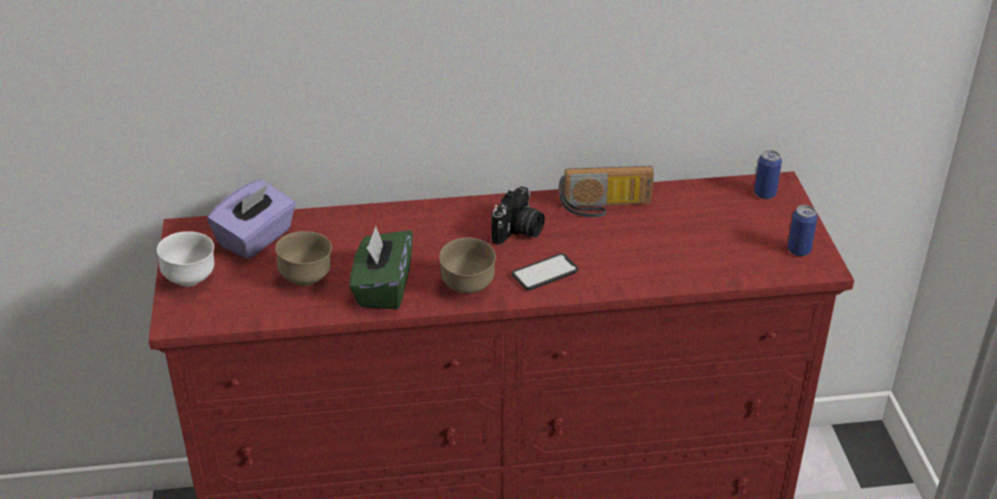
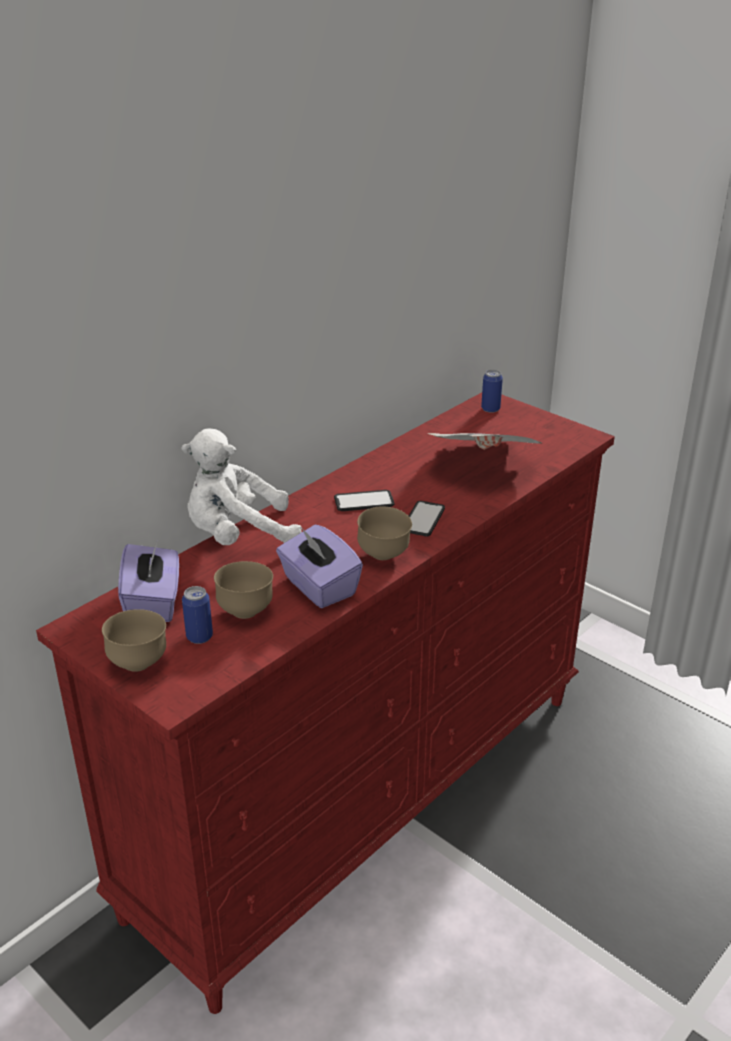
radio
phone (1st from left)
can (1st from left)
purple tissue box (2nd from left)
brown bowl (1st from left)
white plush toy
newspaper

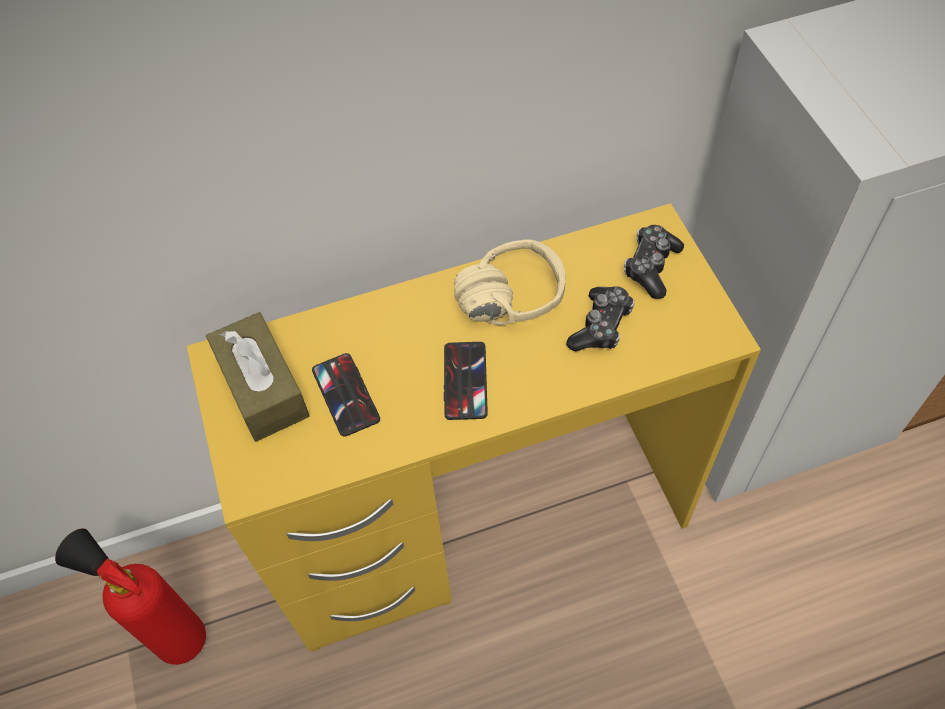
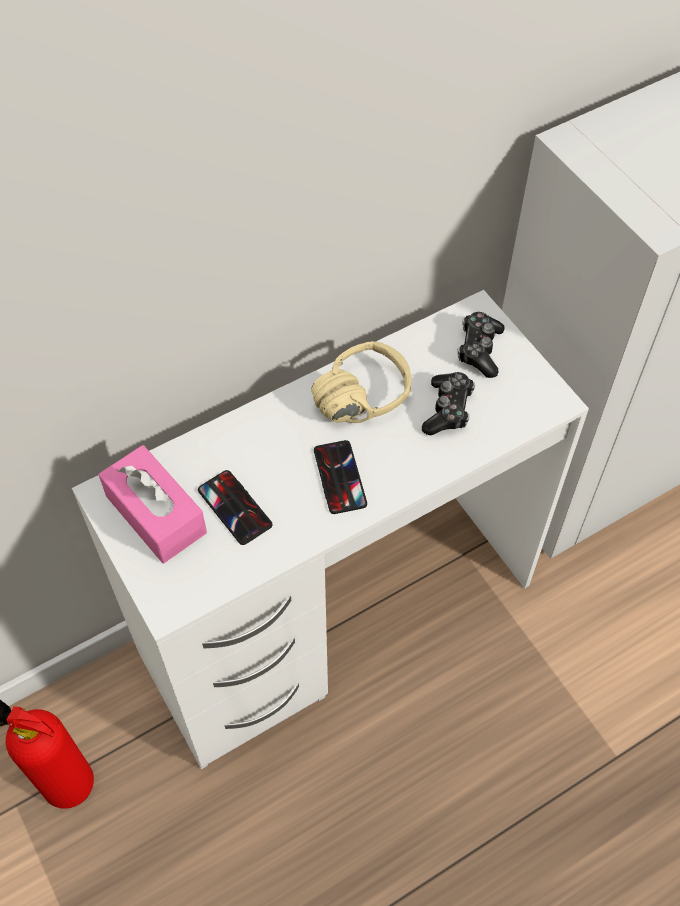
white desk
pink tissue box

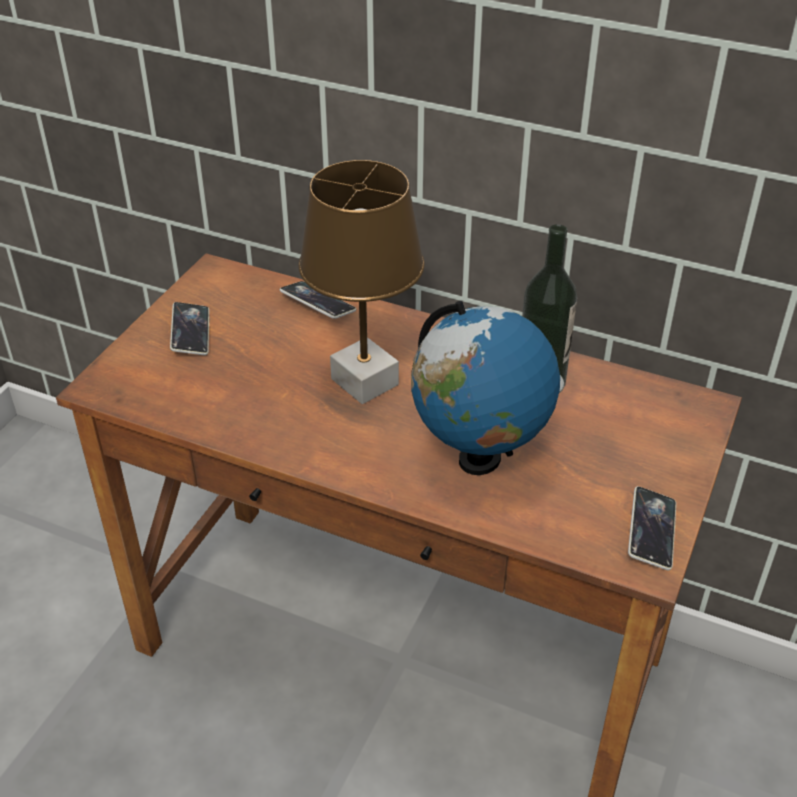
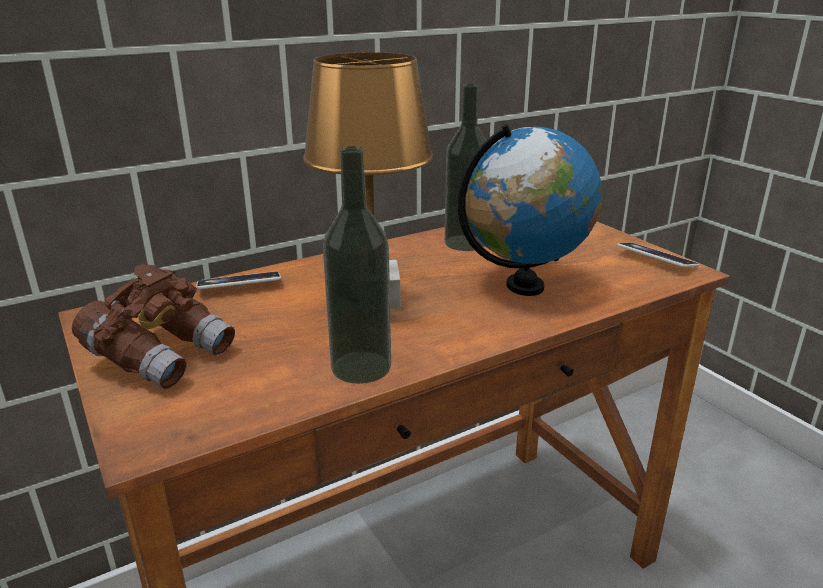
brown binoculars
bottle (1st from left)

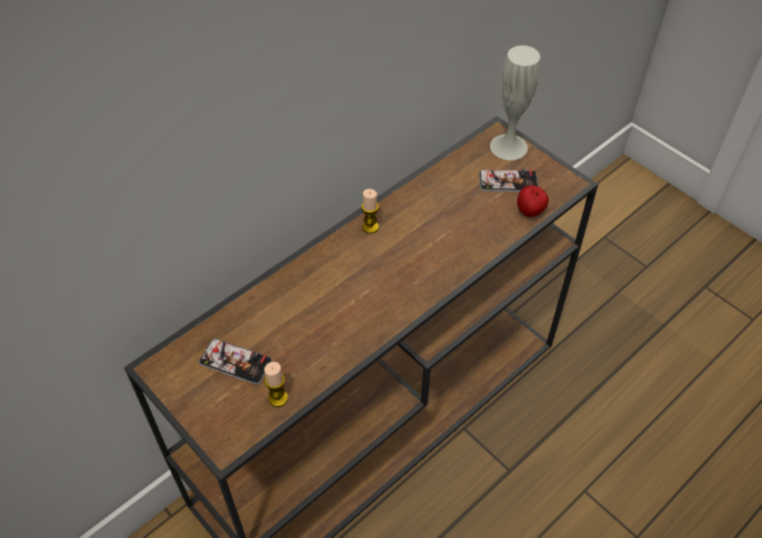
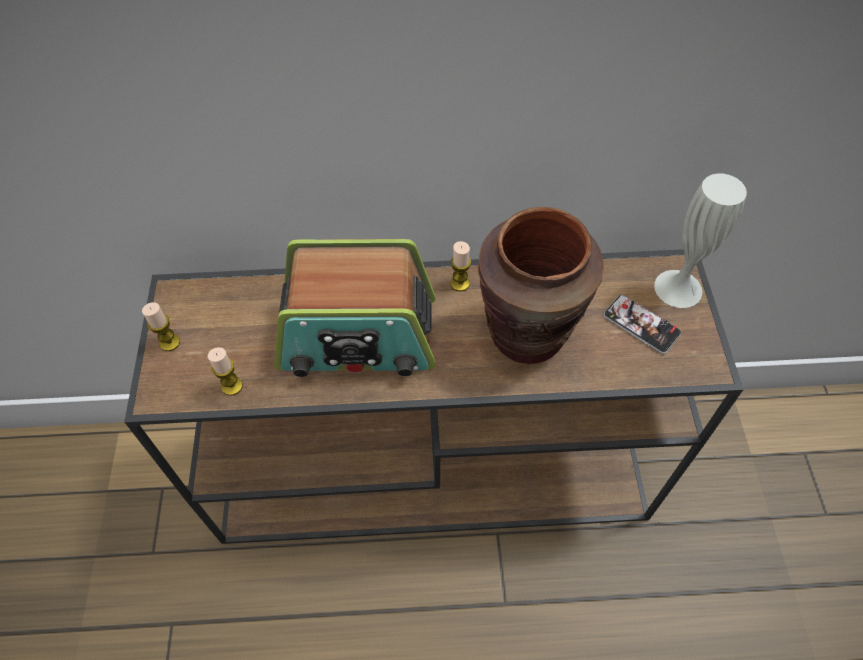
apple
phone (1st from left in the first image)
brown vase
radio
candle (1st from left)

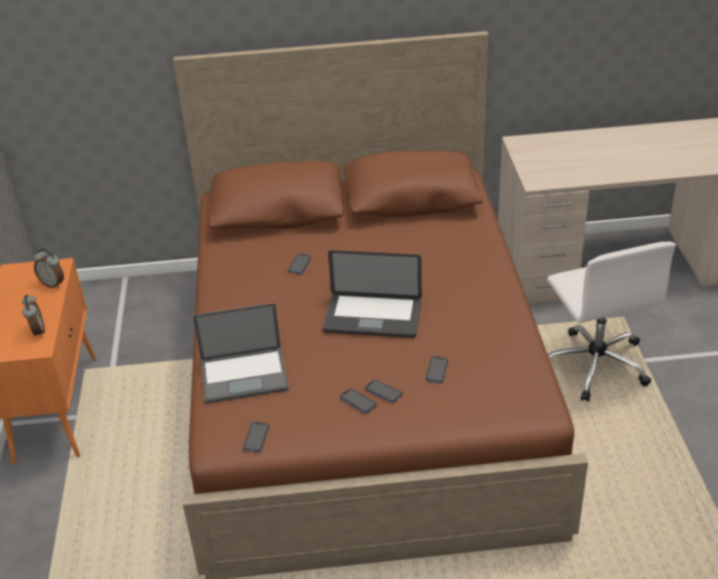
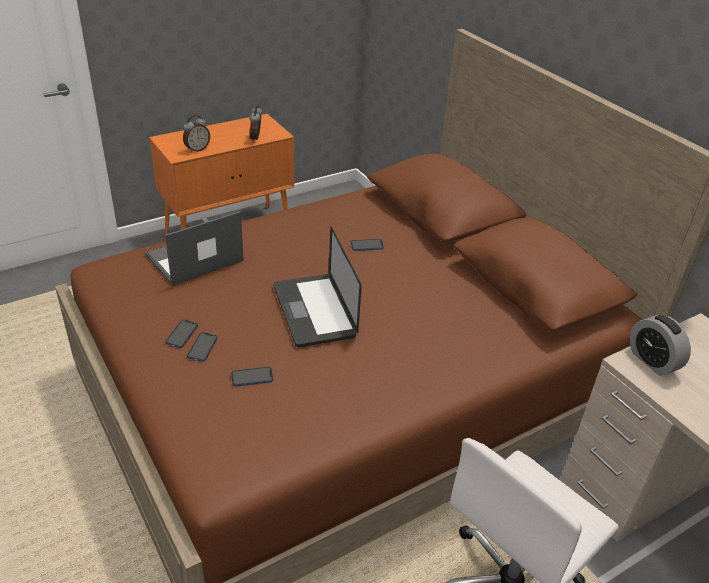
laptop (1st from left)
phone (1st from left in the first image)
alarm clock (3rd from left)

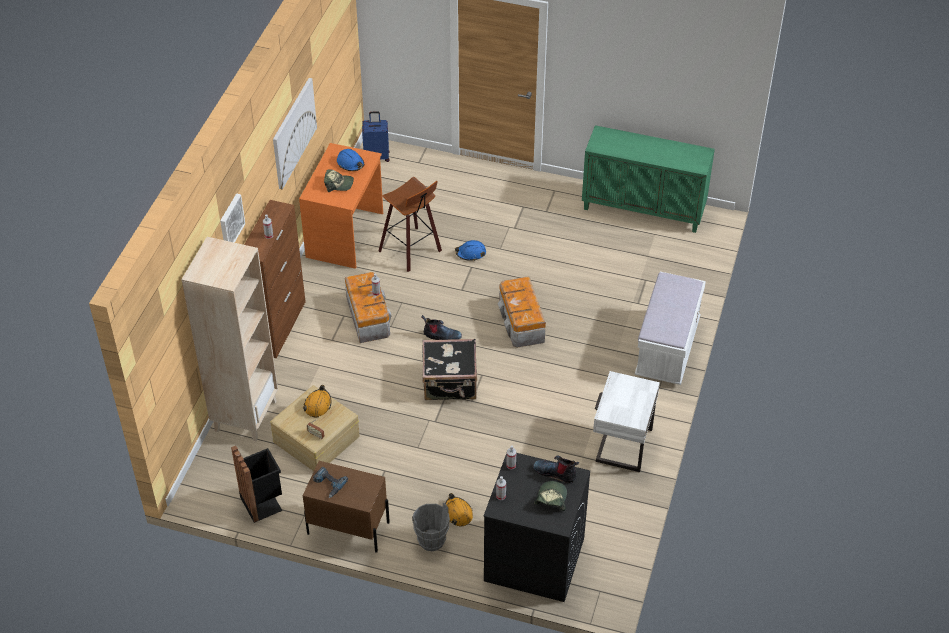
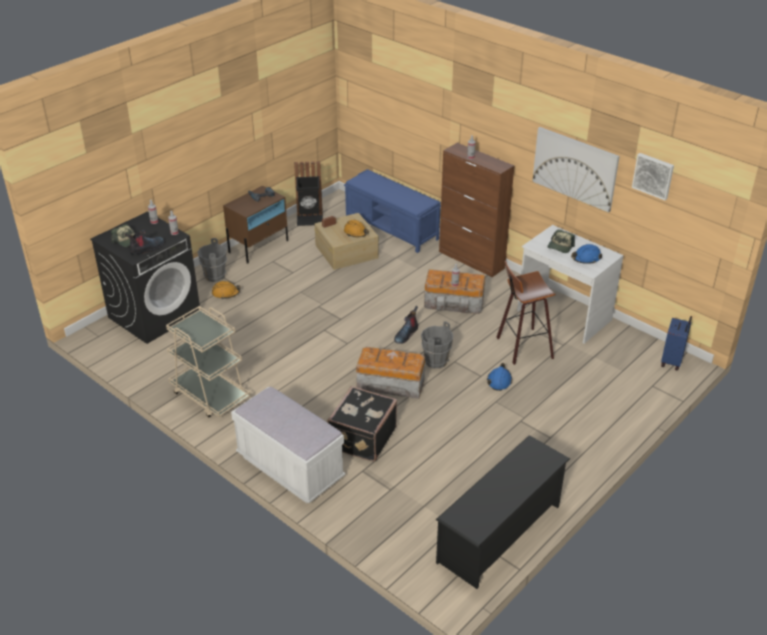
black shoe rack
white desk
picture (2nd from left)
blue bench
black suitcase
beige cart
grey bucket (2nd from left)

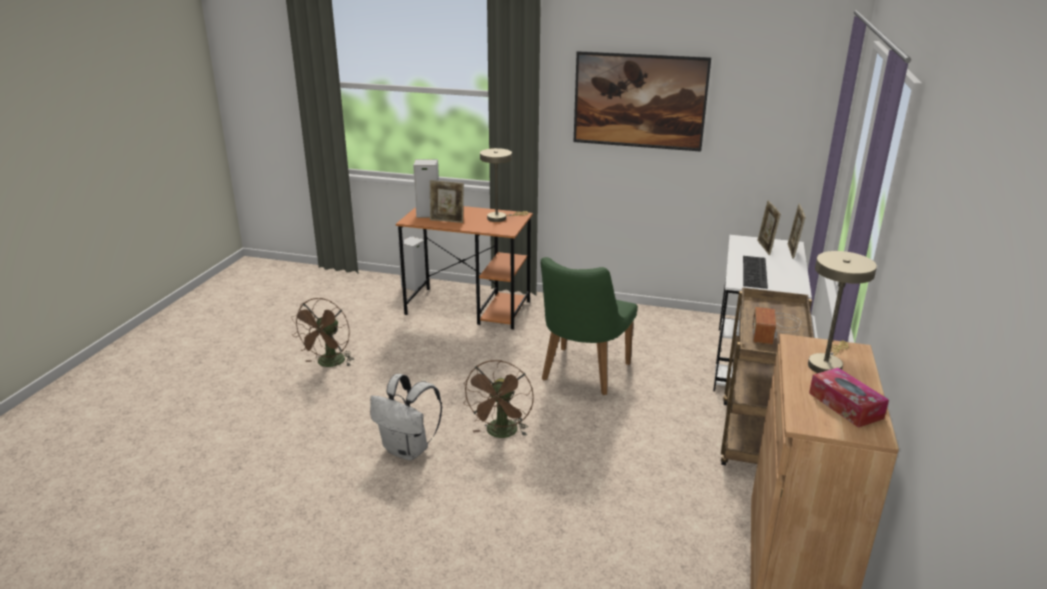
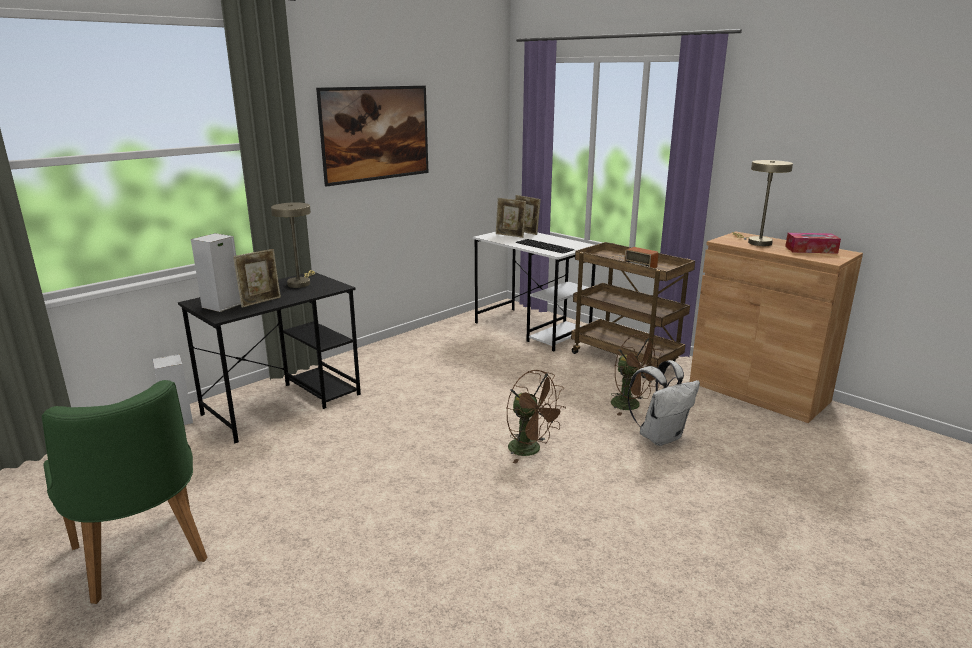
black desk
green chair
brown fan (2nd from left)
white backpack

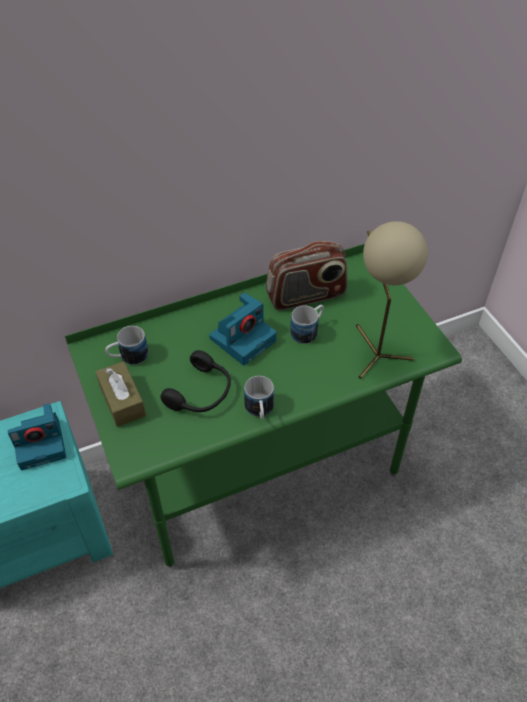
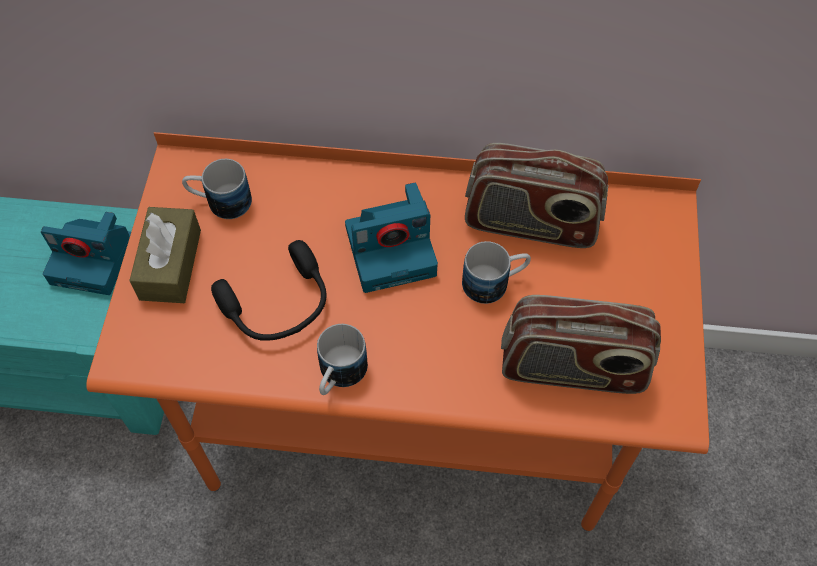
radio (2nd from left)
orange desk

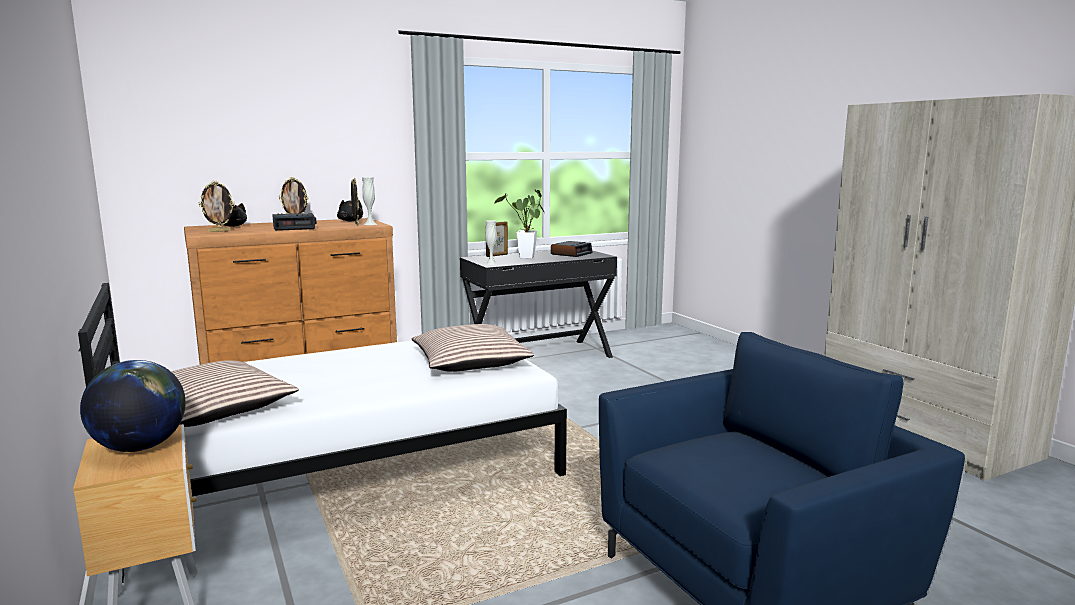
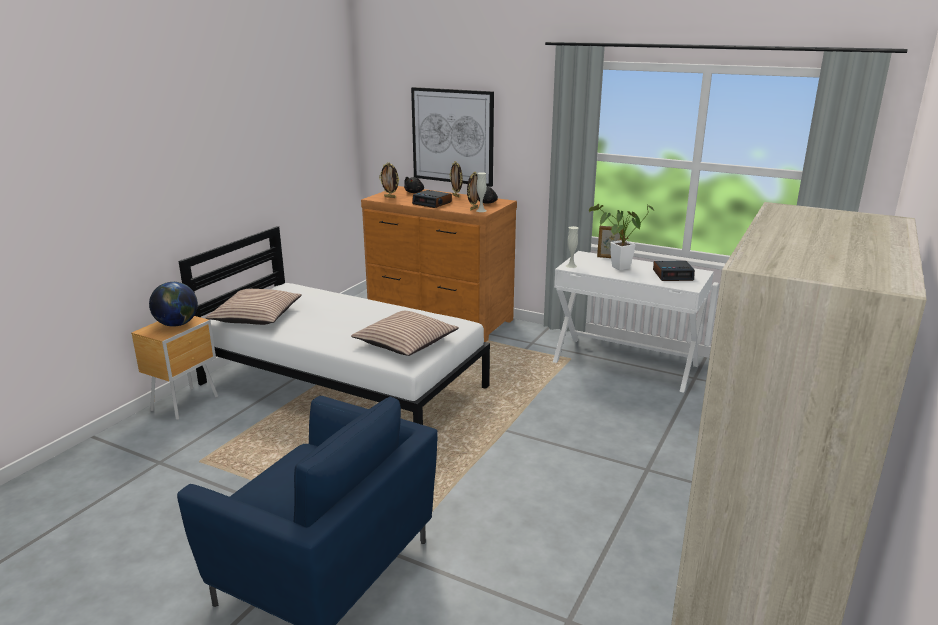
white desk
picture

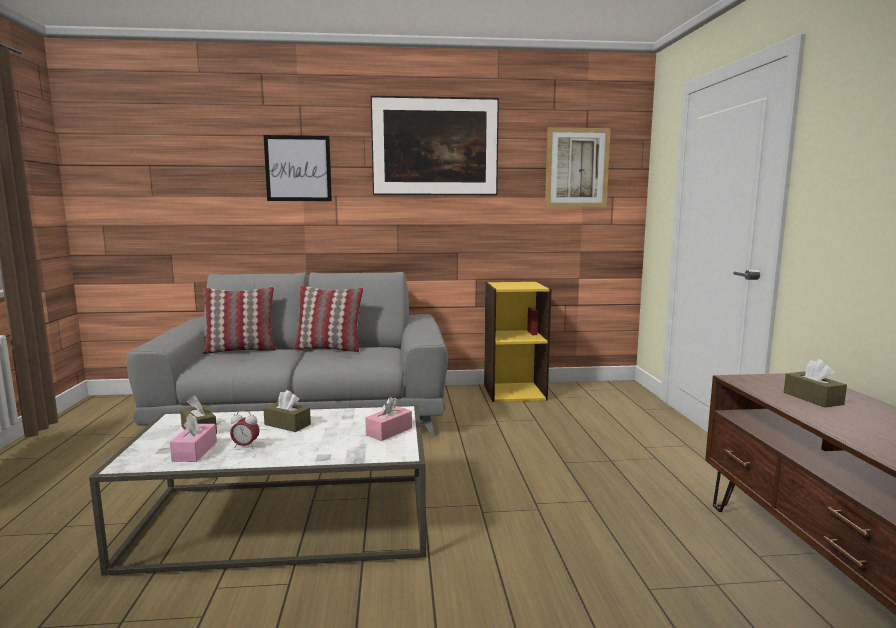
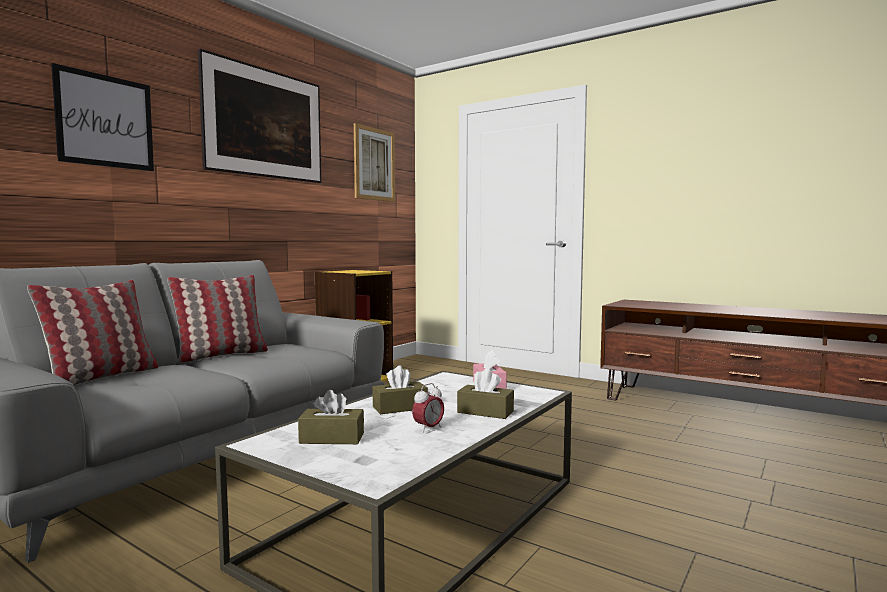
brown tissue box (3rd from left)
pink tissue box (1st from left in the first image)

